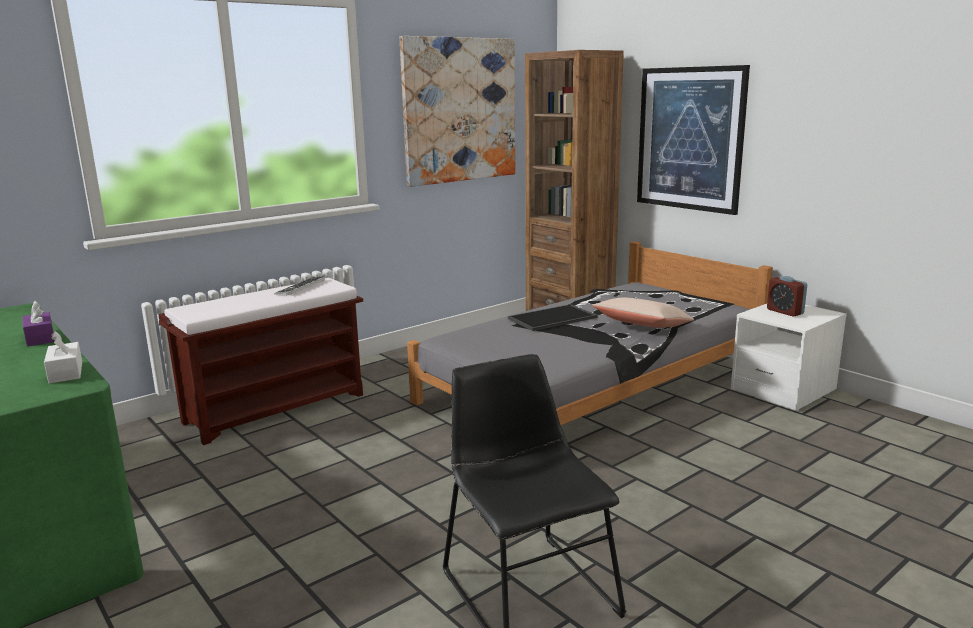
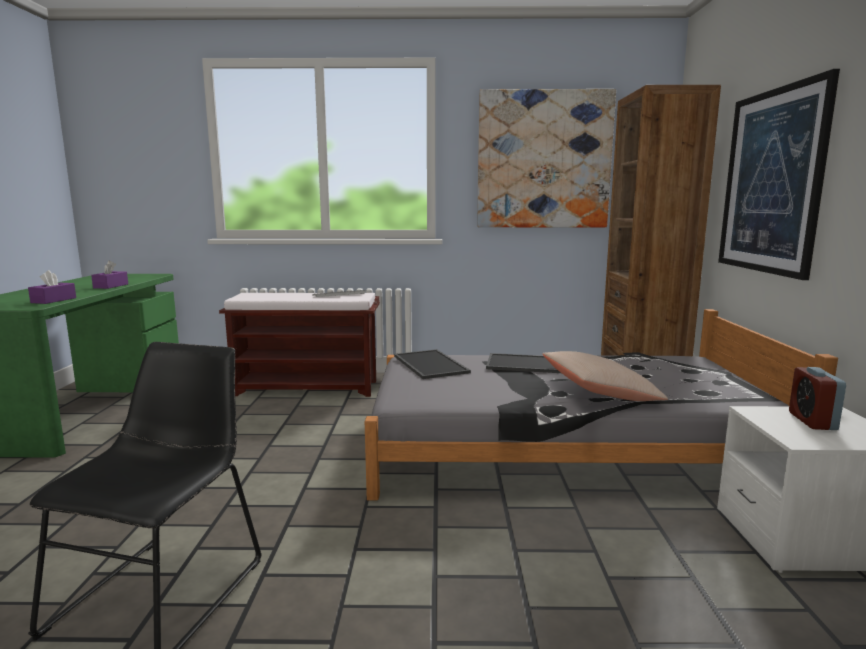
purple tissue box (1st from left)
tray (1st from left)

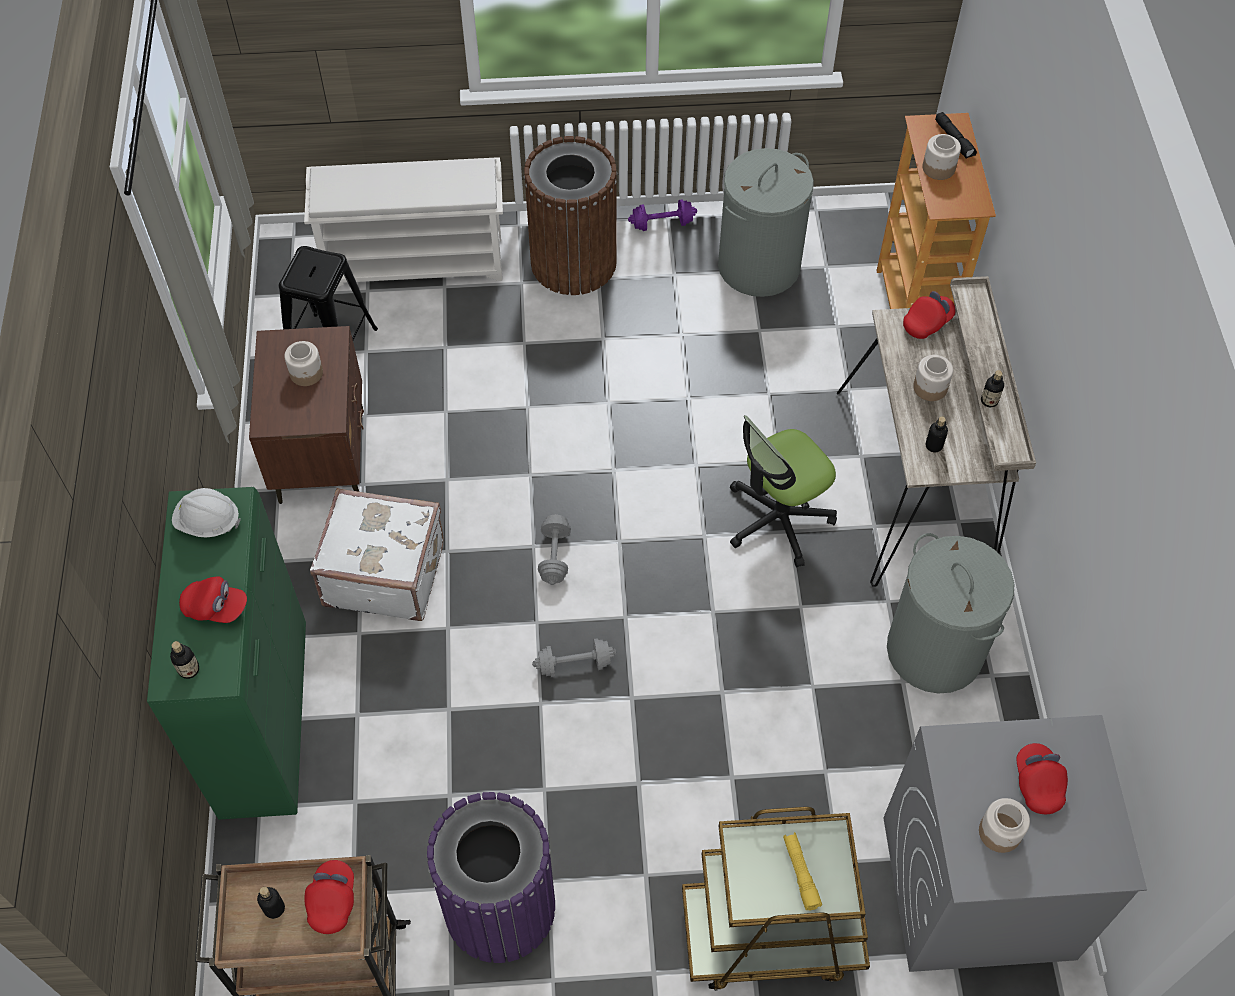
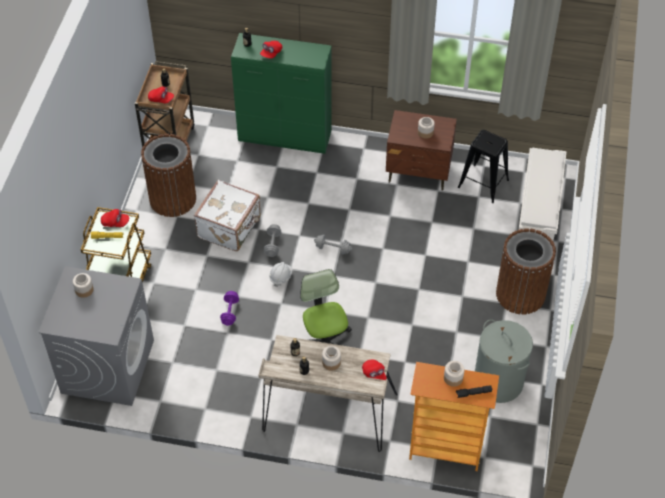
purple dumbbell
white hard hat
white suitcase
grey laundry basket (2nd from left in the first image)
red cap (1st from left)
brown trash can (1st from left)

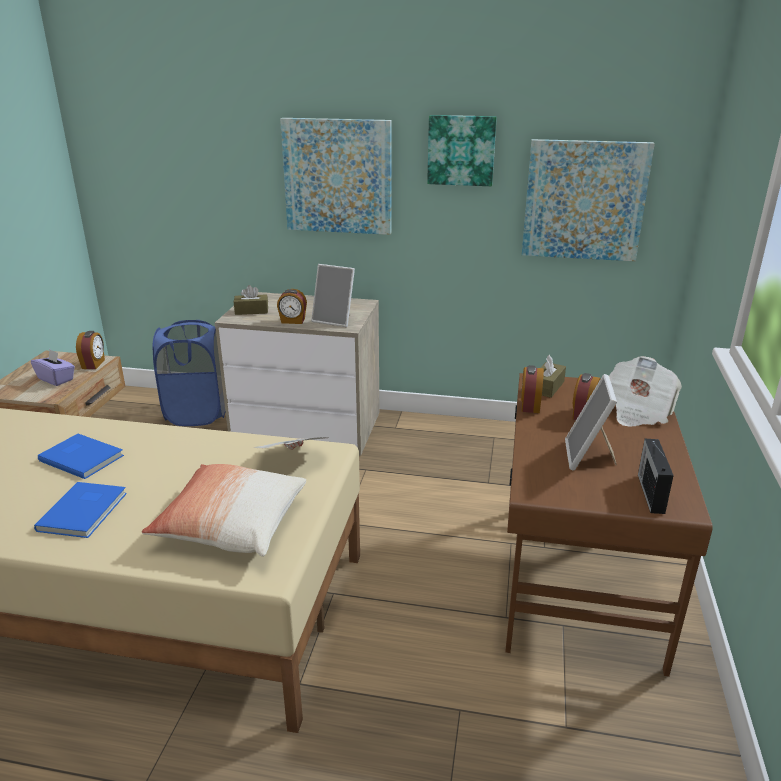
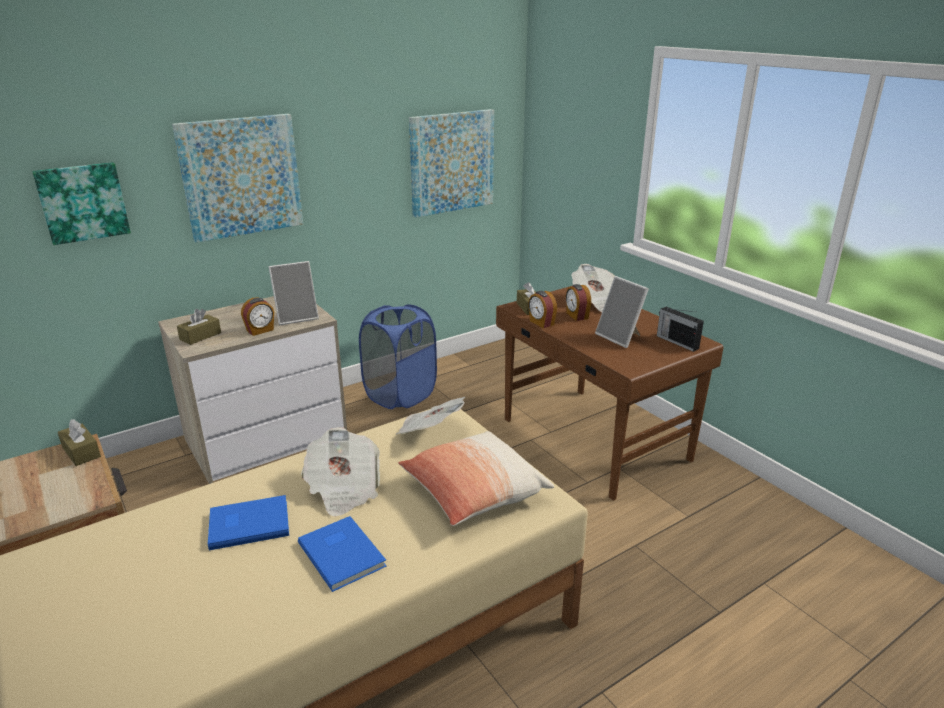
picture (1st from left)
blue laundry basket
brown tissue box (1st from left)
purple tissue box
newspaper (1st from left)

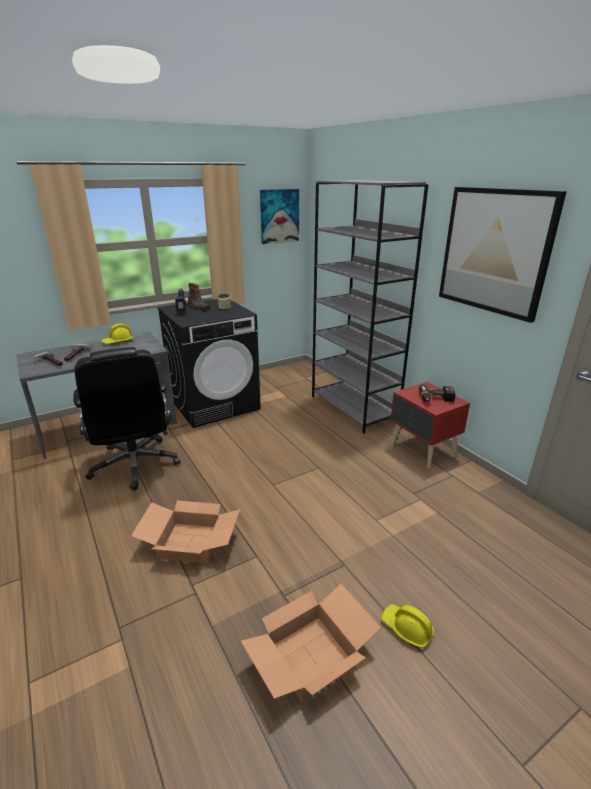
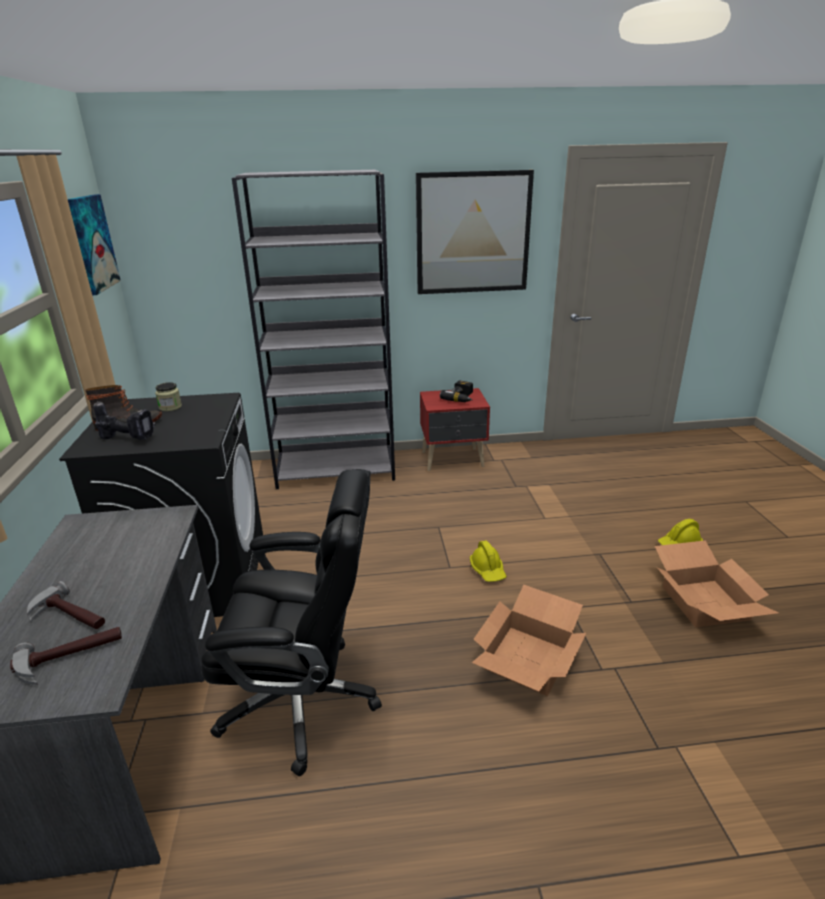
yellow hard hat (1st from left)

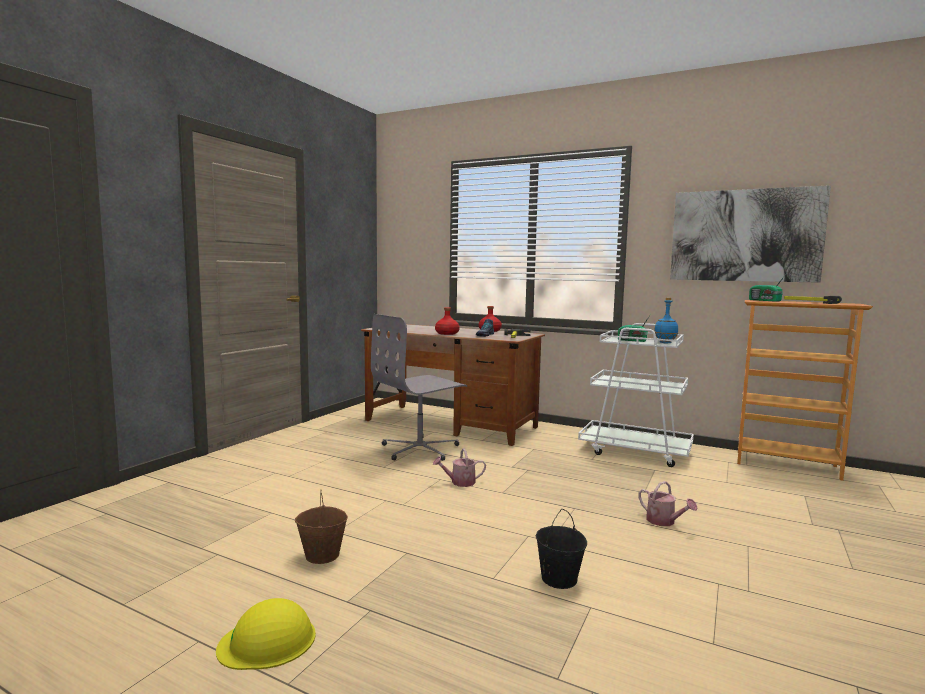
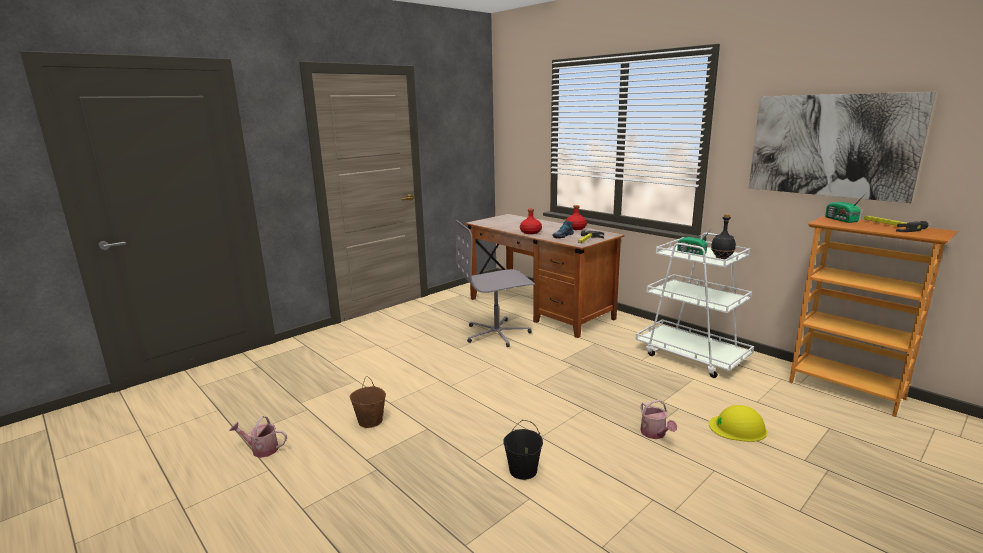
black bottle
watering can (1st from left)
yellow hard hat

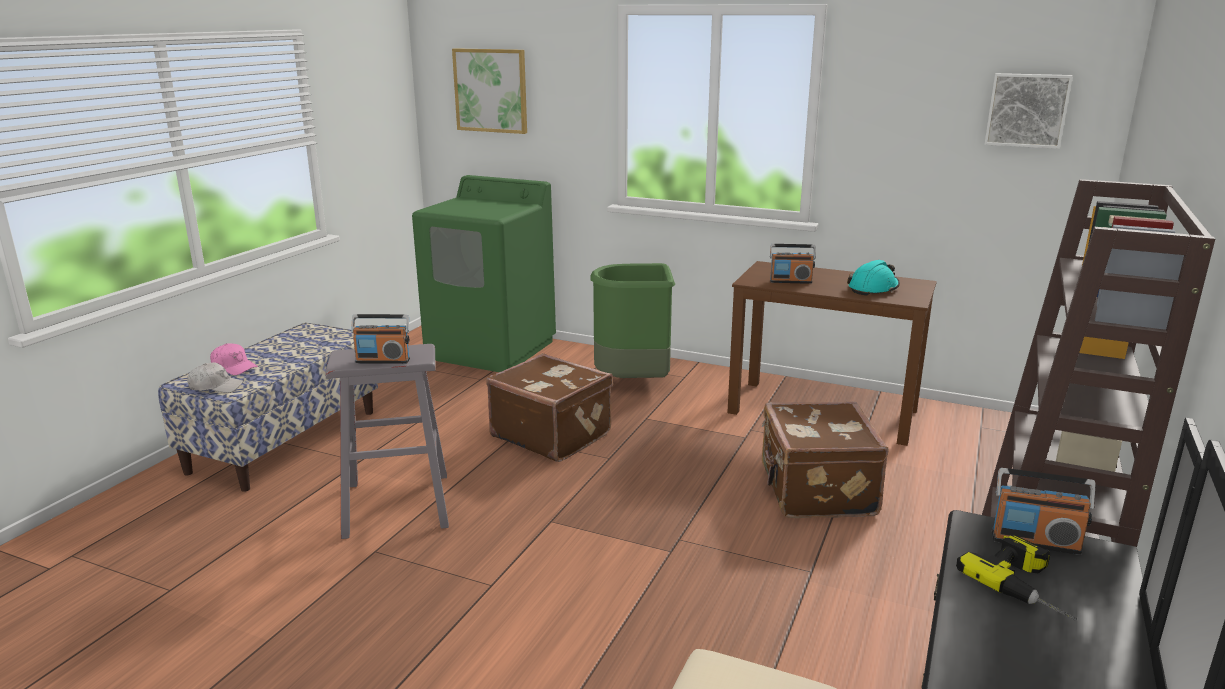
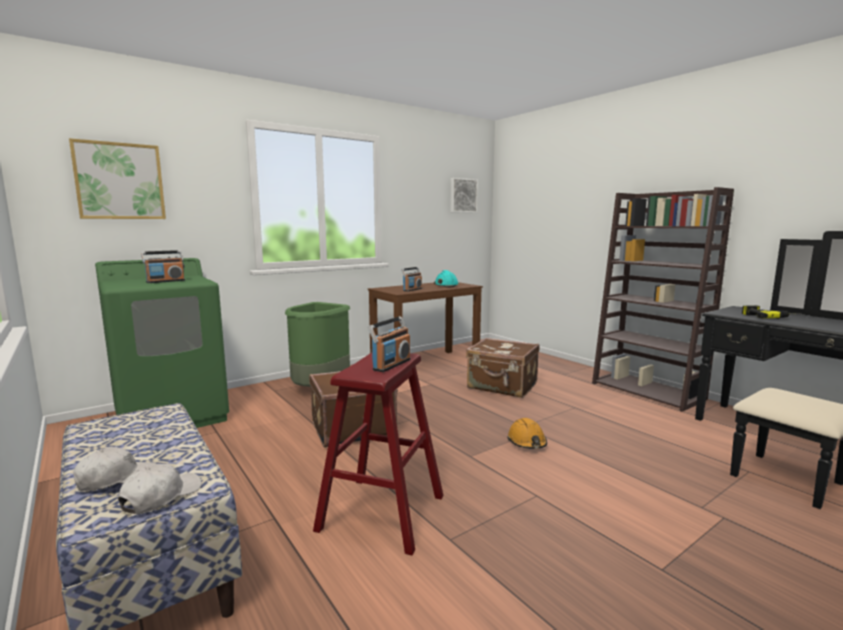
white cap (1st from left)
red stool
radio (1st from left)
orange hard hat

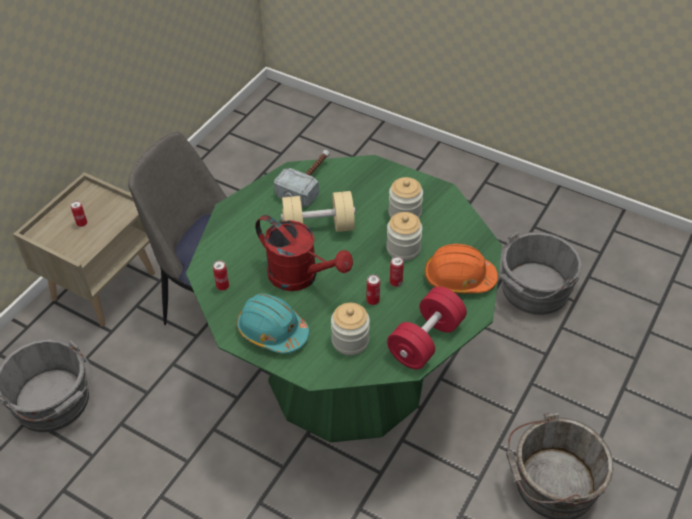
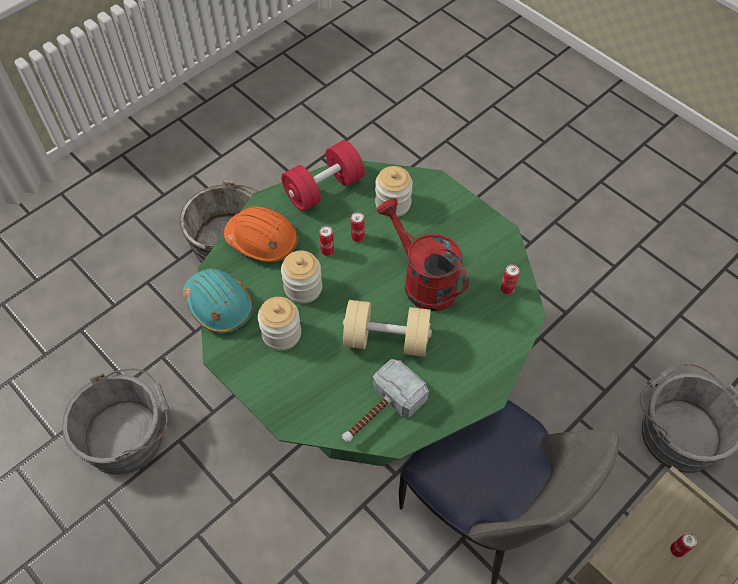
turquoise hard hat

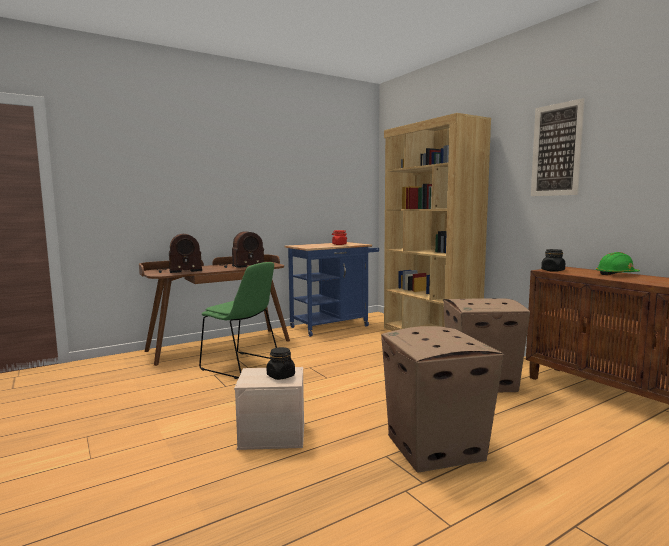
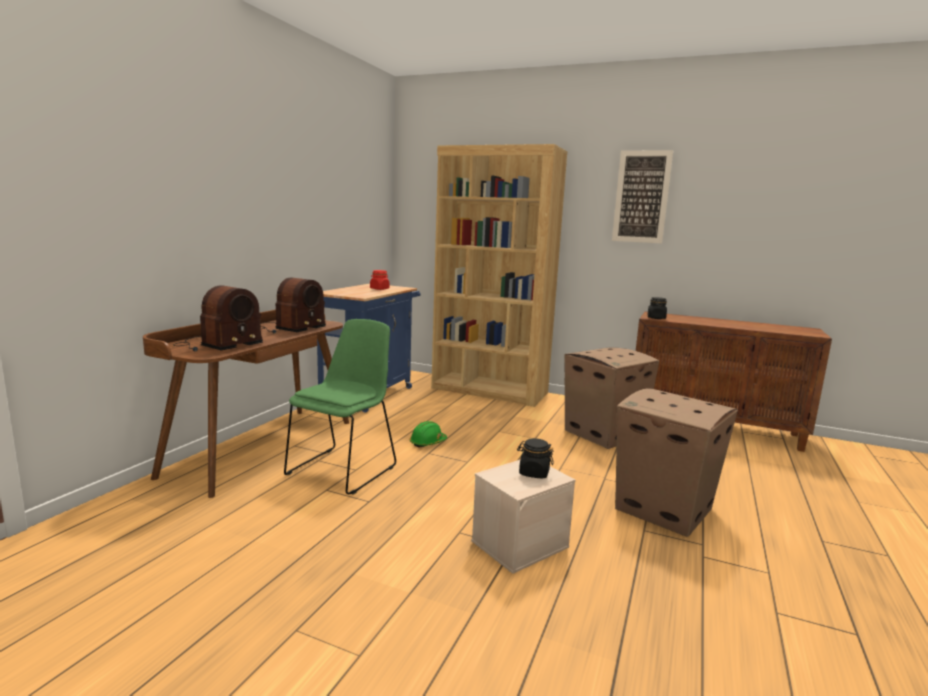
green hard hat
green chair

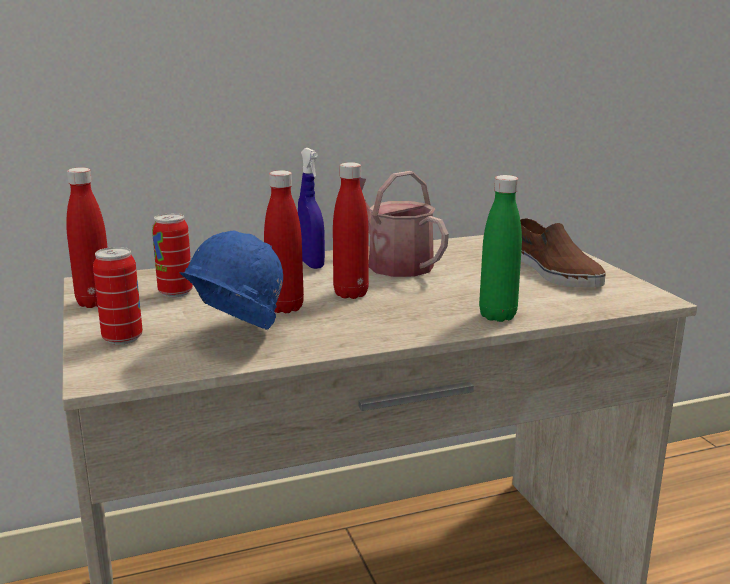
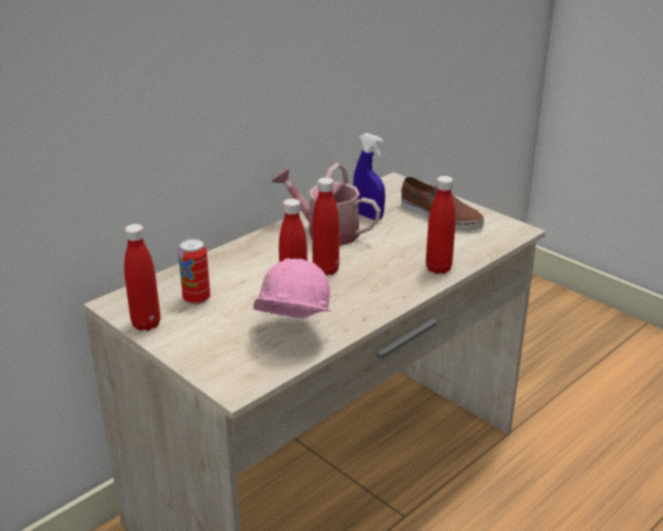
blue spray bottle
red bottle (4th from left)
pink hard hat
can (1st from left in the first image)

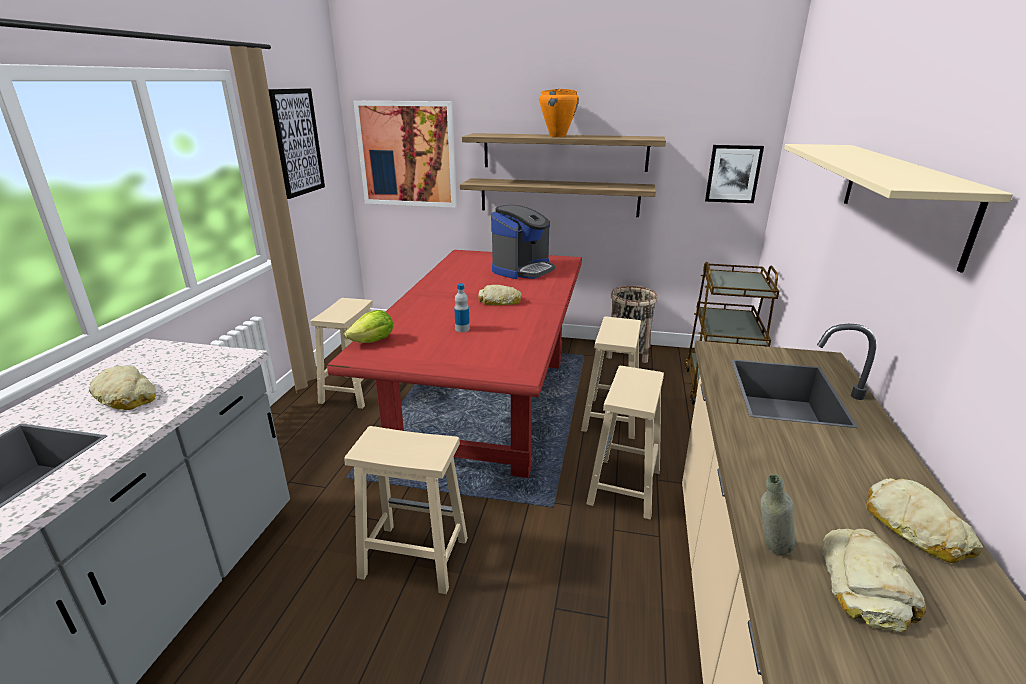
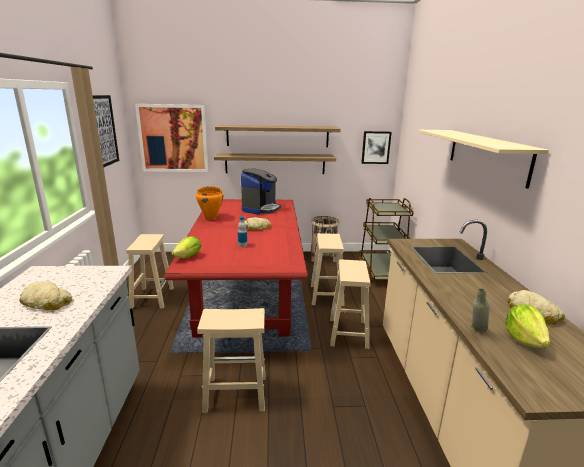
orange cooking pot
lettuce (2nd from left)

